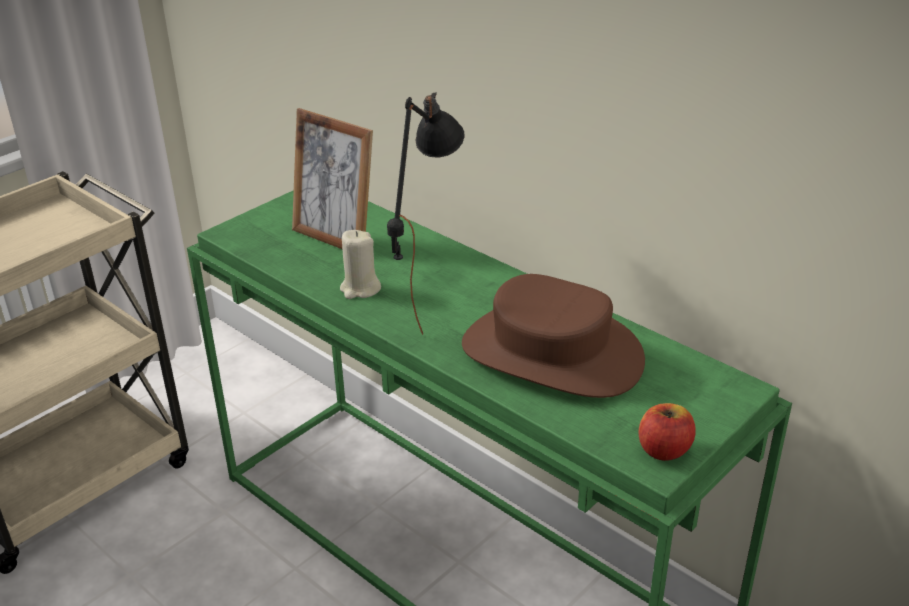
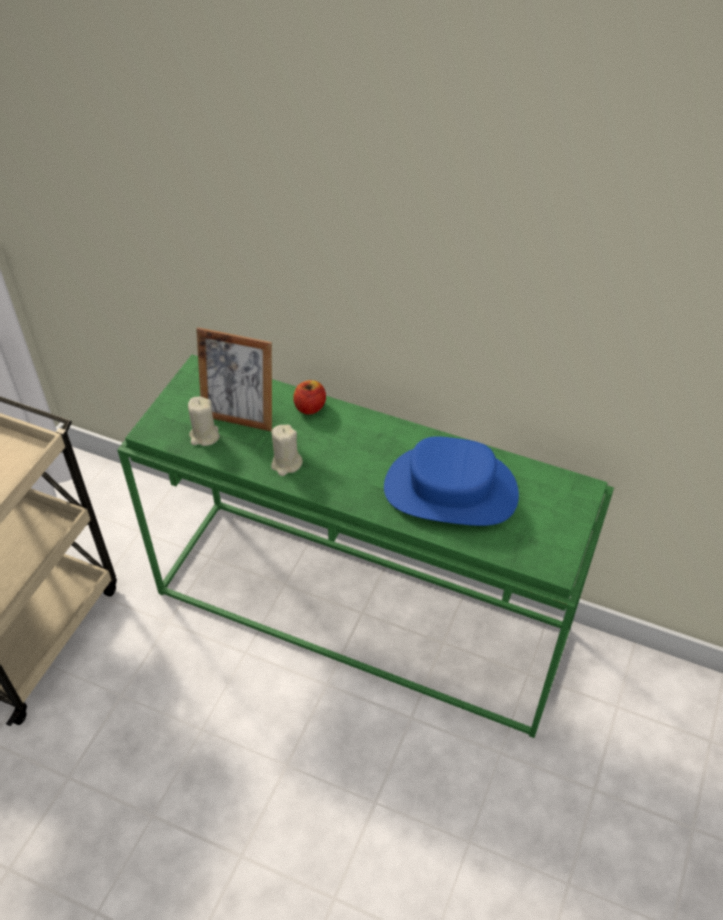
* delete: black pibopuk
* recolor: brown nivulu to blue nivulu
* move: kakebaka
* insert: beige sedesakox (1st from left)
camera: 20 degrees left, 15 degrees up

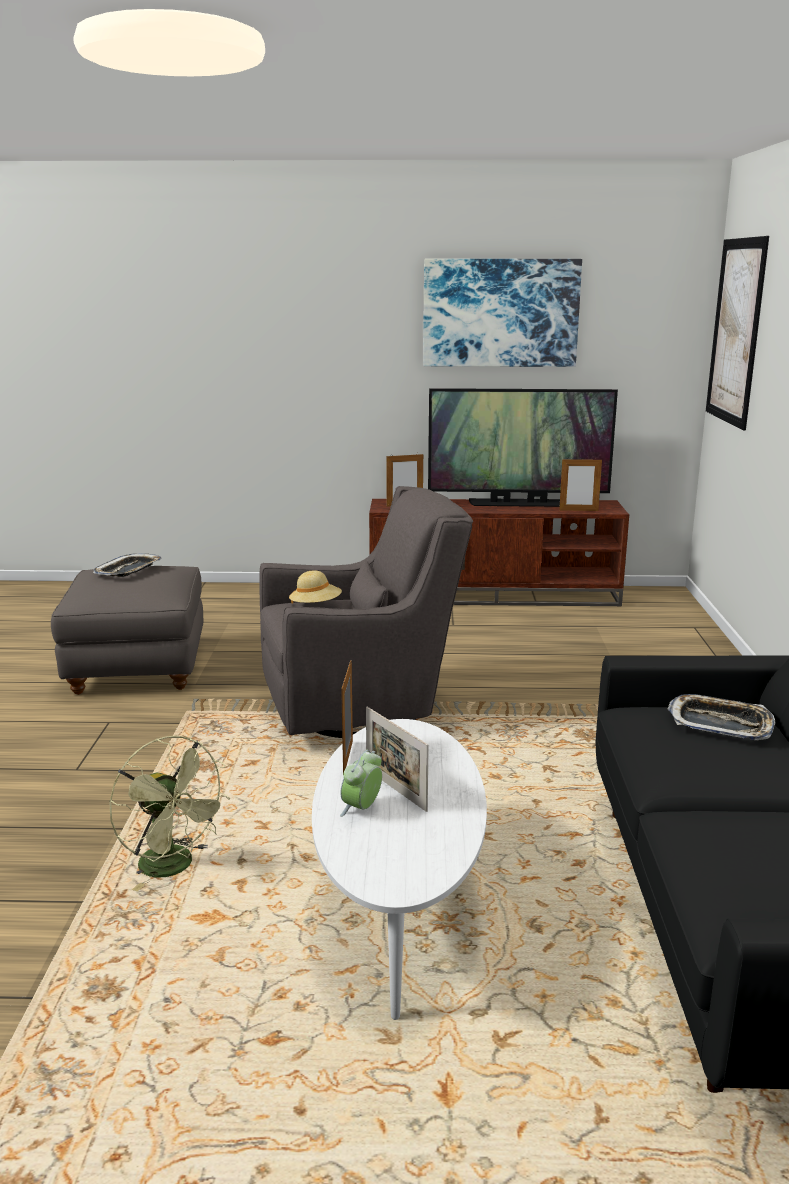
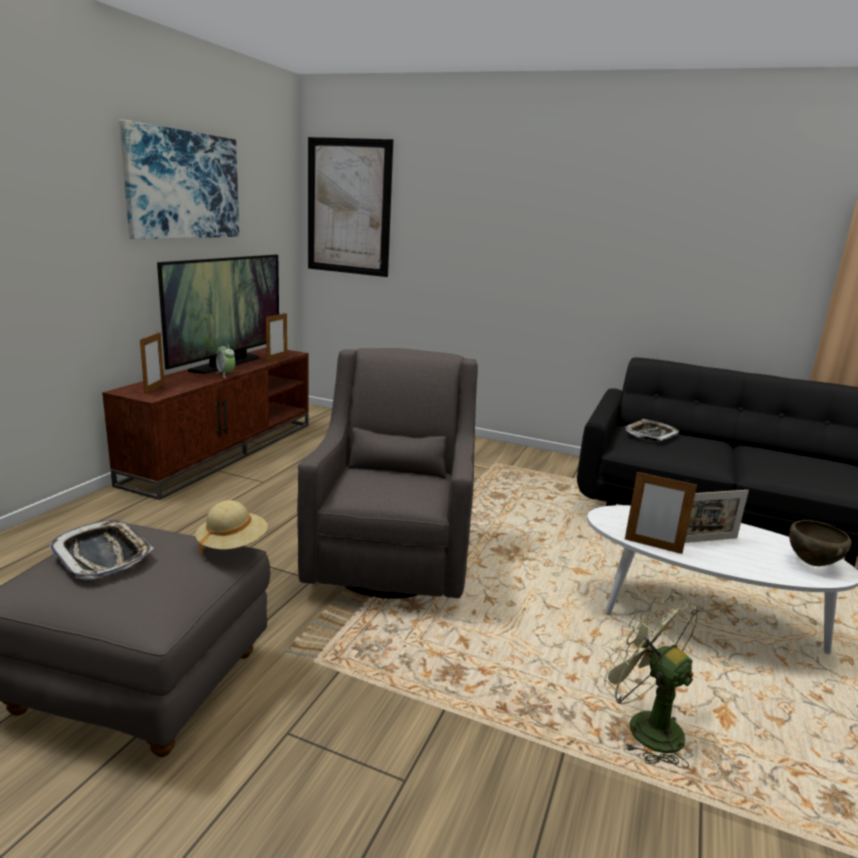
* rotate: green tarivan 105 degrees counterclockwise
* move: beige nivulu
* move: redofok
* insert: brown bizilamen
camera: 70 degrees left, 0 degrees up

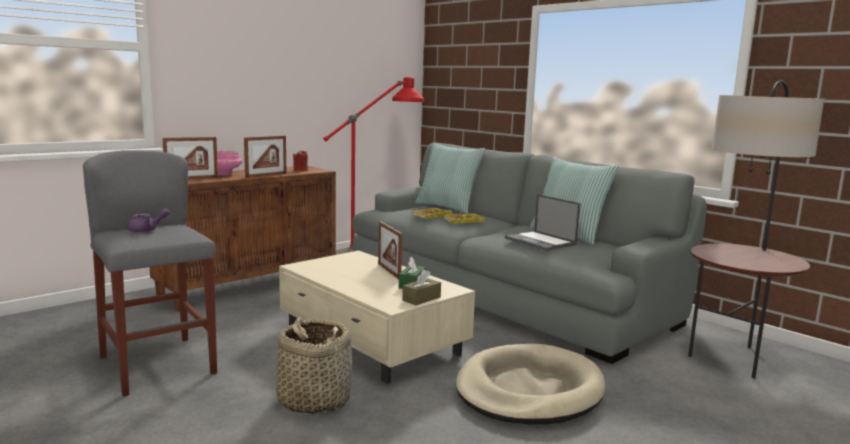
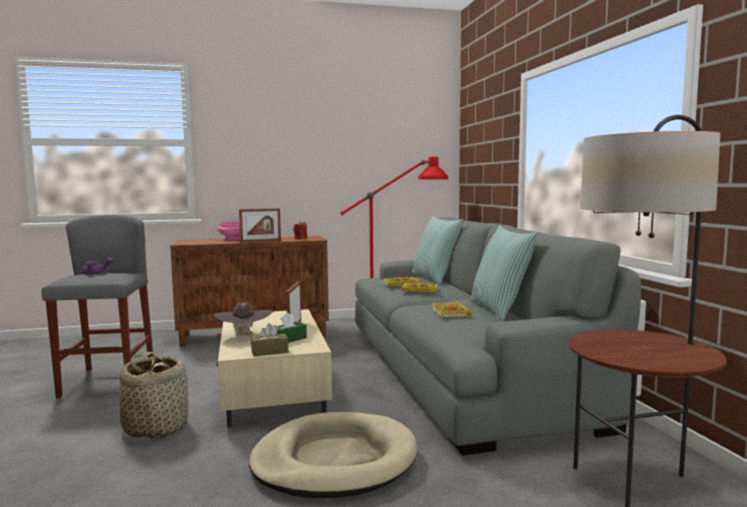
* delete: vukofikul (1st from left)
* replace: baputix to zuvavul (3rd from left)
* insert: brown nivulu
camera: 30 degrees right, 5 degrees down

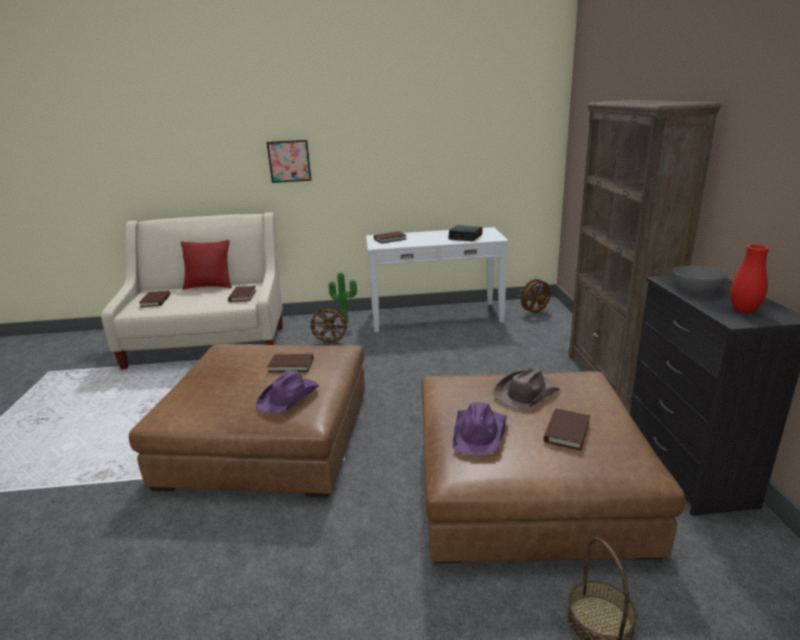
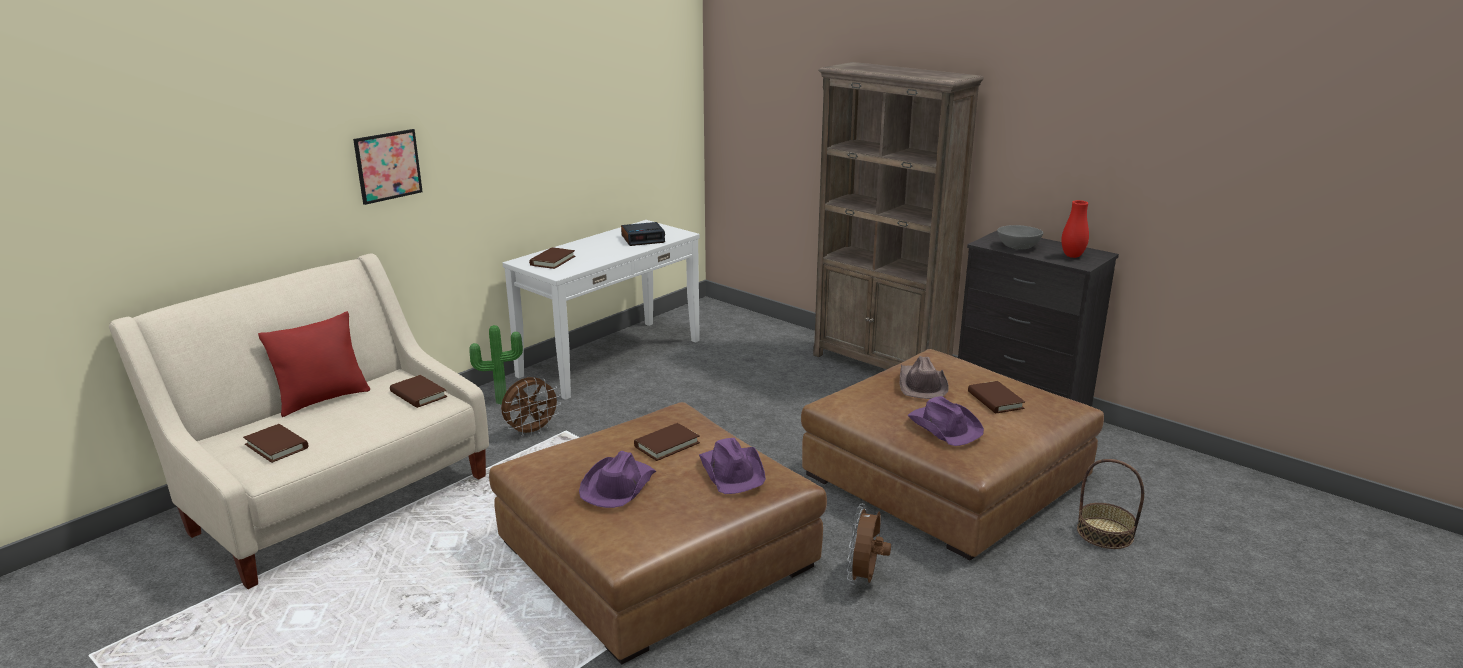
* move: brown tarivan (2nd from left)
* insert: purple nivulu (1st from left)
camera: 45 degrees left, 0 degrees up

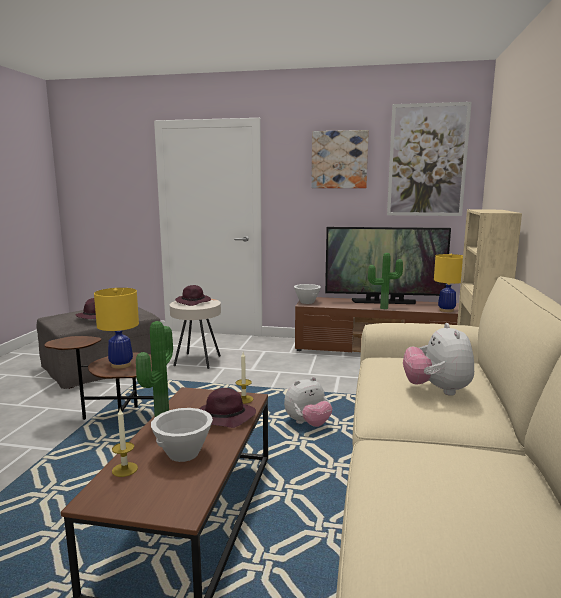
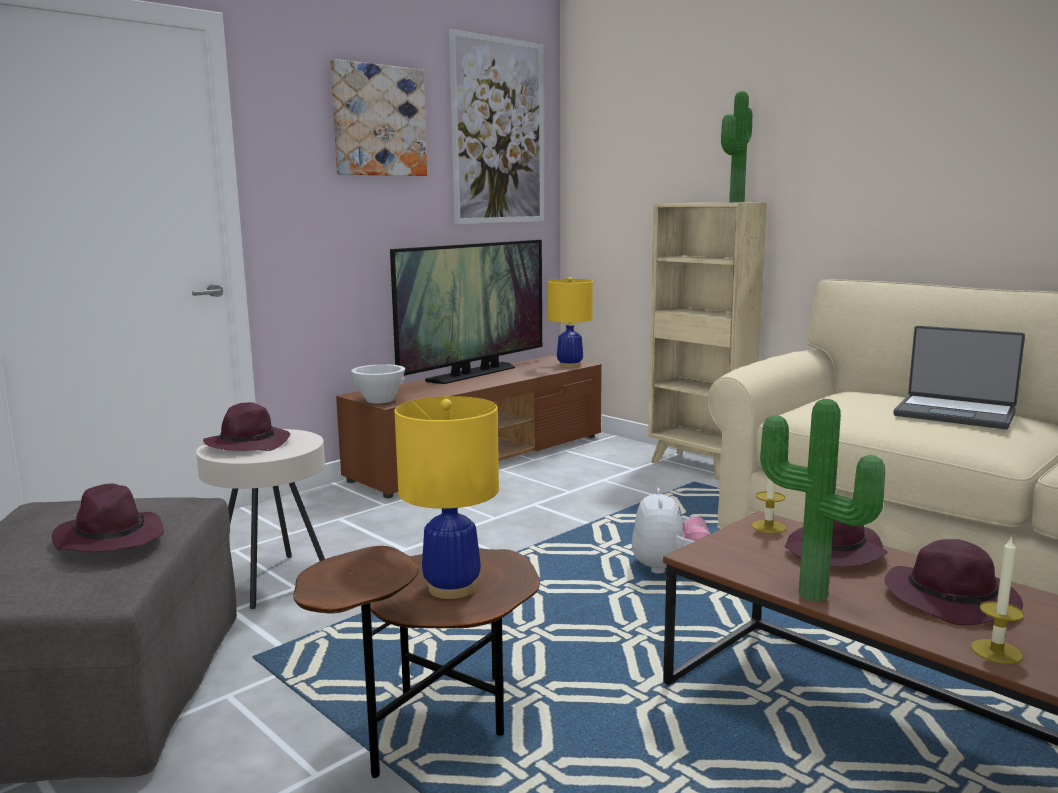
* replace: white bizilamen (1st from left) to purple nivulu (4th from left)
* move: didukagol (2nd from left in the first image) to didukagol (1st from left)
* replace: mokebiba (2nd from left) to baputix
camera: 55 degrees left, 0 degrees up

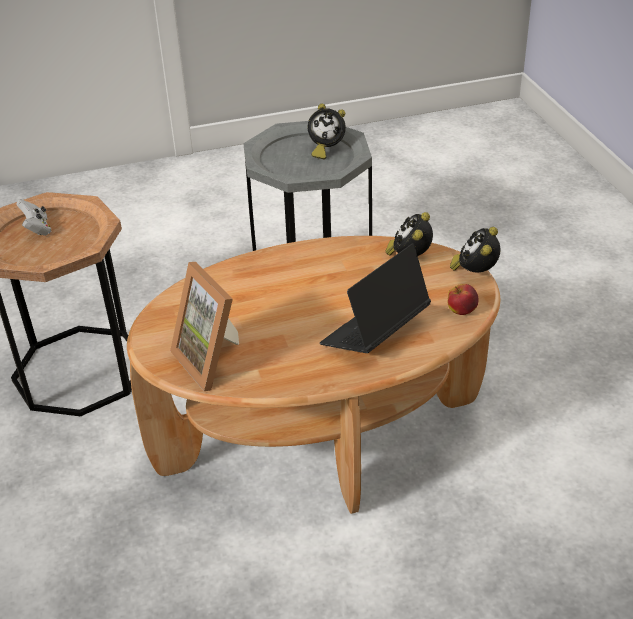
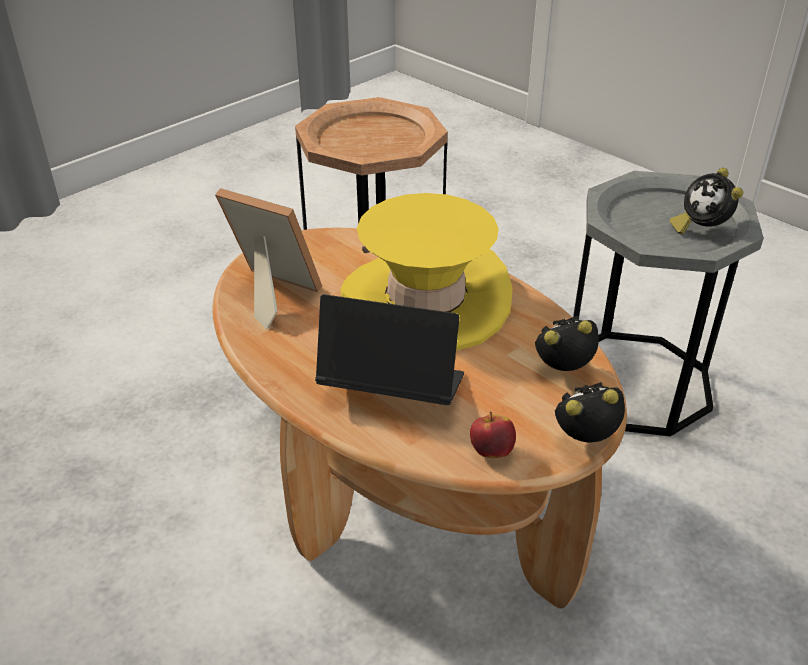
* delete: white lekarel
* rotate: vukofikul 90 degrees clockwise
* insert: yellow nivulu
camera: 60 degrees right, 0 degrees up

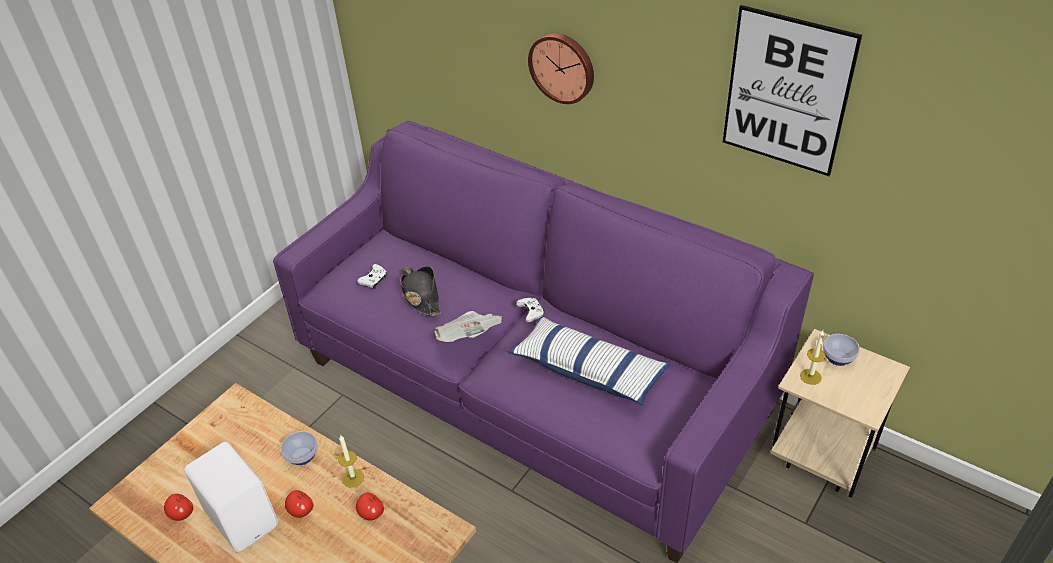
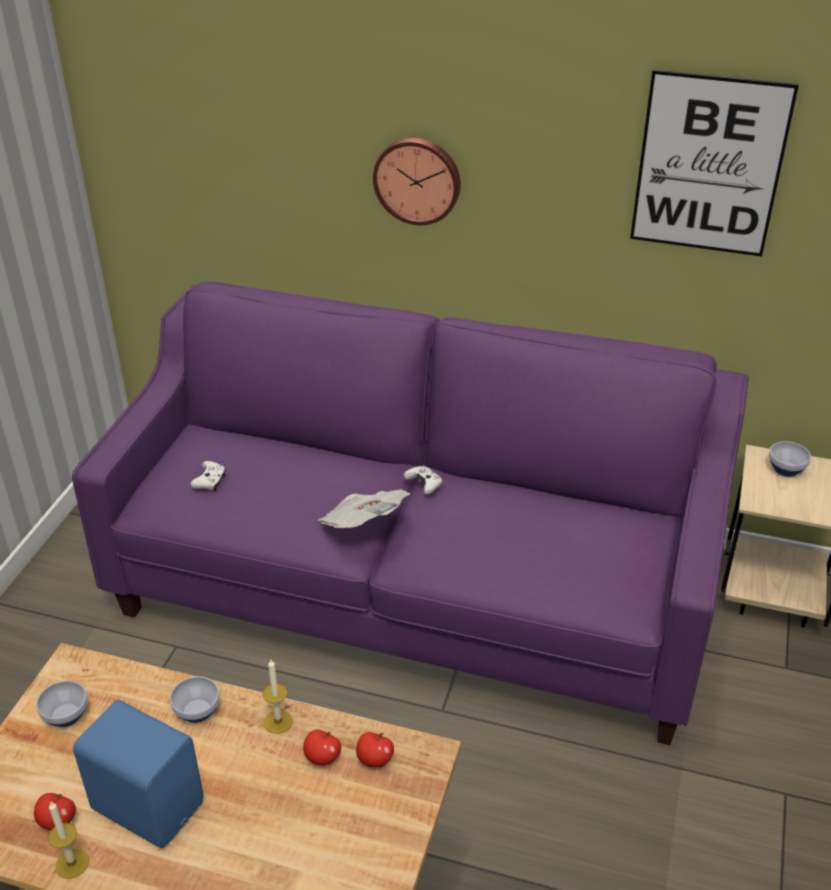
* recolor: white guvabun to blue guvabun
* move: kakebaka (2nd from left in the first image) to kakebaka (3rd from left)
* delete: black nivulu
* delete: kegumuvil
* move: sedesakox (2nd from left in the first image) to sedesakox (1st from left)
* insert: bizilamen (1st from left)
camera: 20 degrees left, 5 degrees down

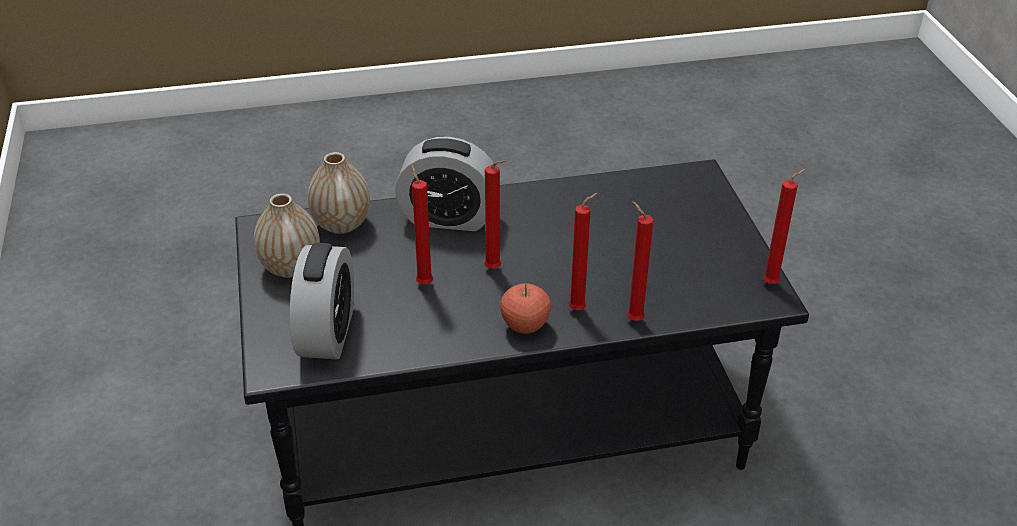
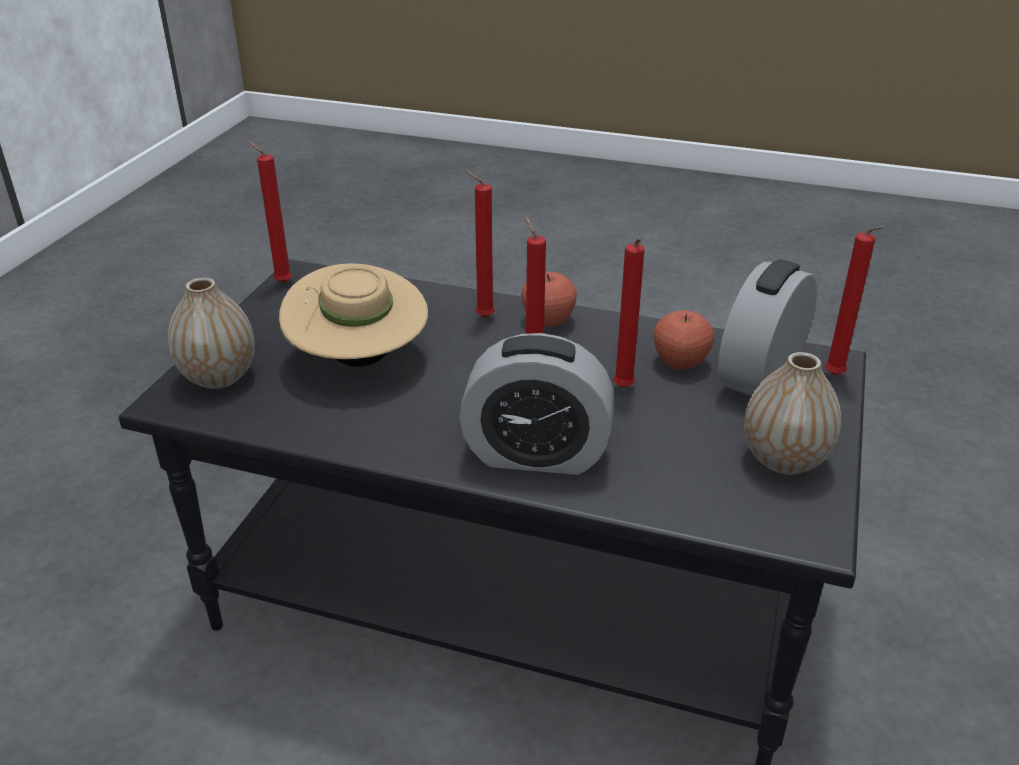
* move: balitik (2nd from left in the first image) to balitik (1st from left)
* rotate: redofok (2nd from left in the first image) 150 degrees clockwise
* move: red sedesakox (4th from left in the first image) to red sedesakox (5th from left)
* insert: beige nivulu
* insert: kakebaka (2nd from left)
camera: 150 degrees left, 5 degrees down

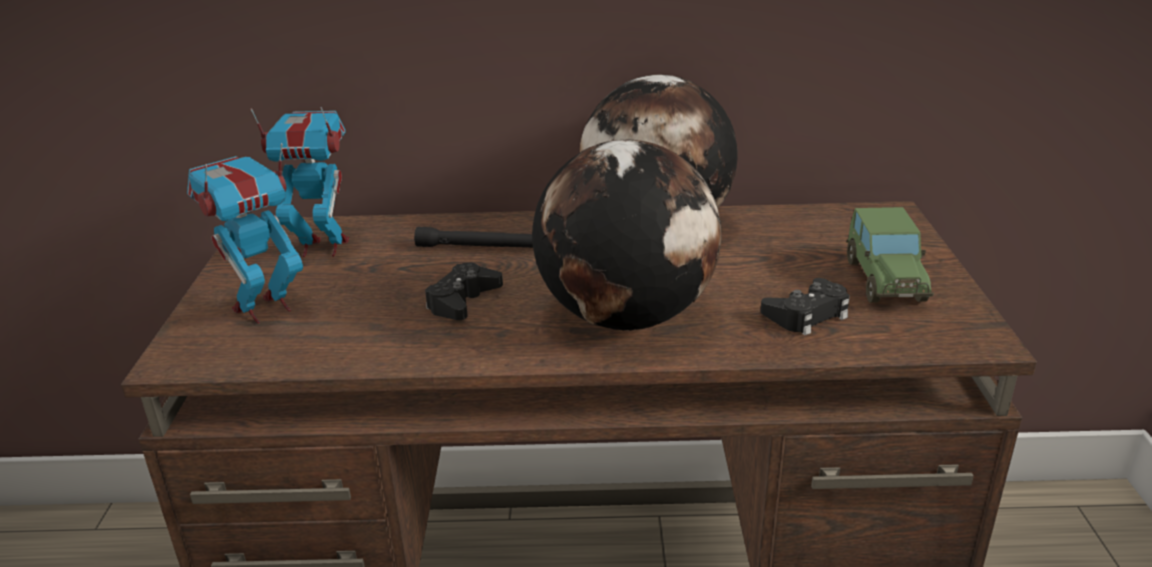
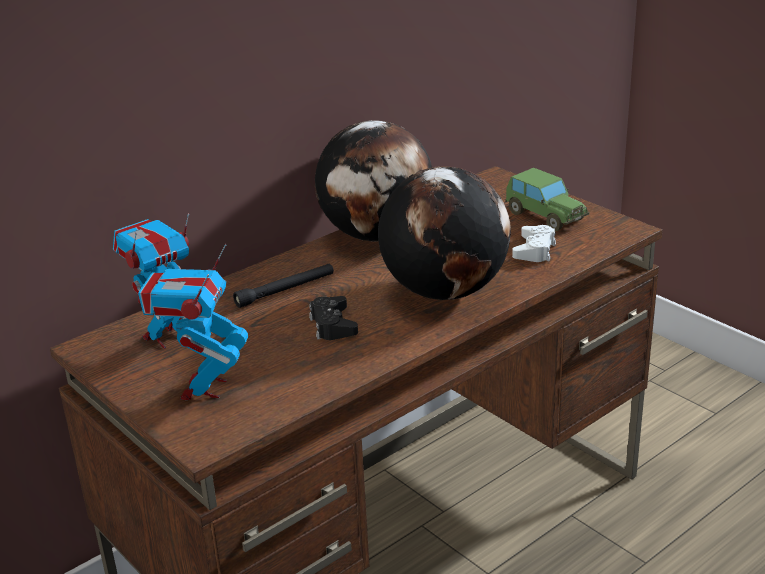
* recolor: black lekarel (2nd from left) to white lekarel
camera: 40 degrees left, 0 degrees up

